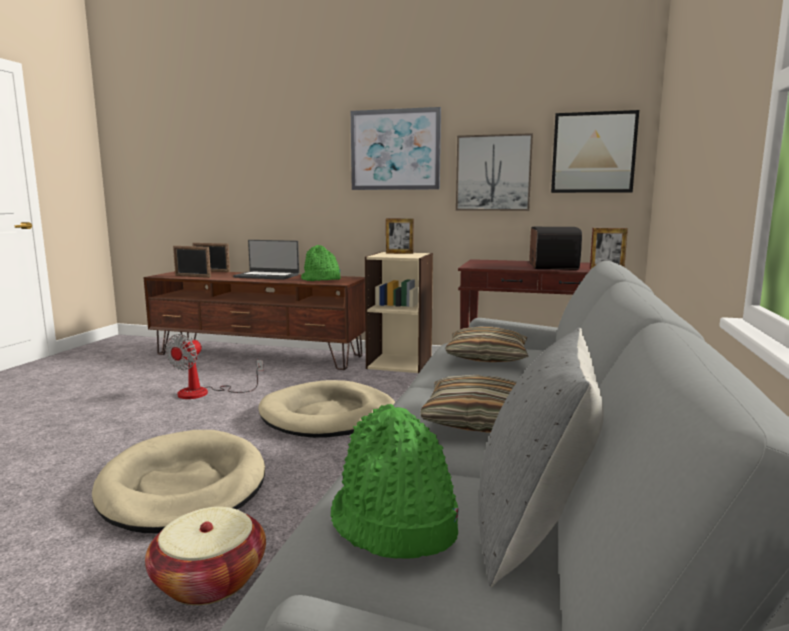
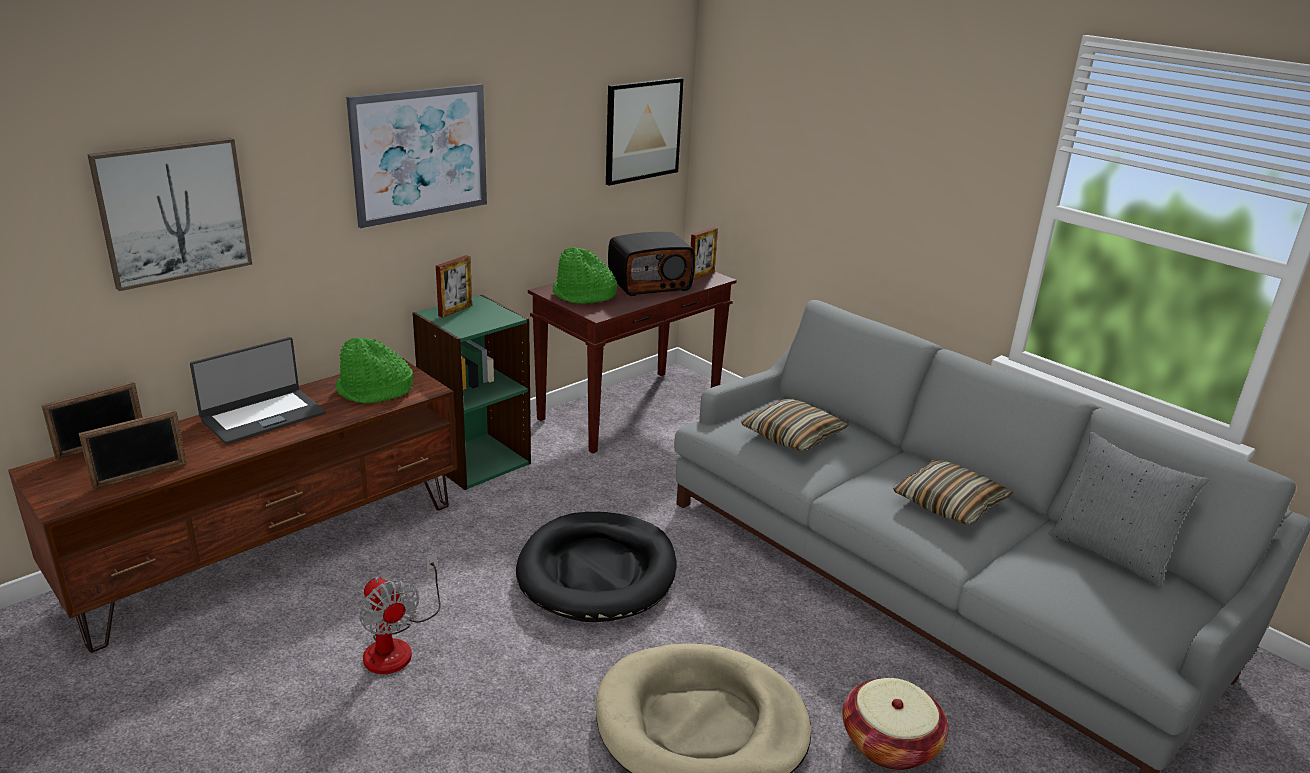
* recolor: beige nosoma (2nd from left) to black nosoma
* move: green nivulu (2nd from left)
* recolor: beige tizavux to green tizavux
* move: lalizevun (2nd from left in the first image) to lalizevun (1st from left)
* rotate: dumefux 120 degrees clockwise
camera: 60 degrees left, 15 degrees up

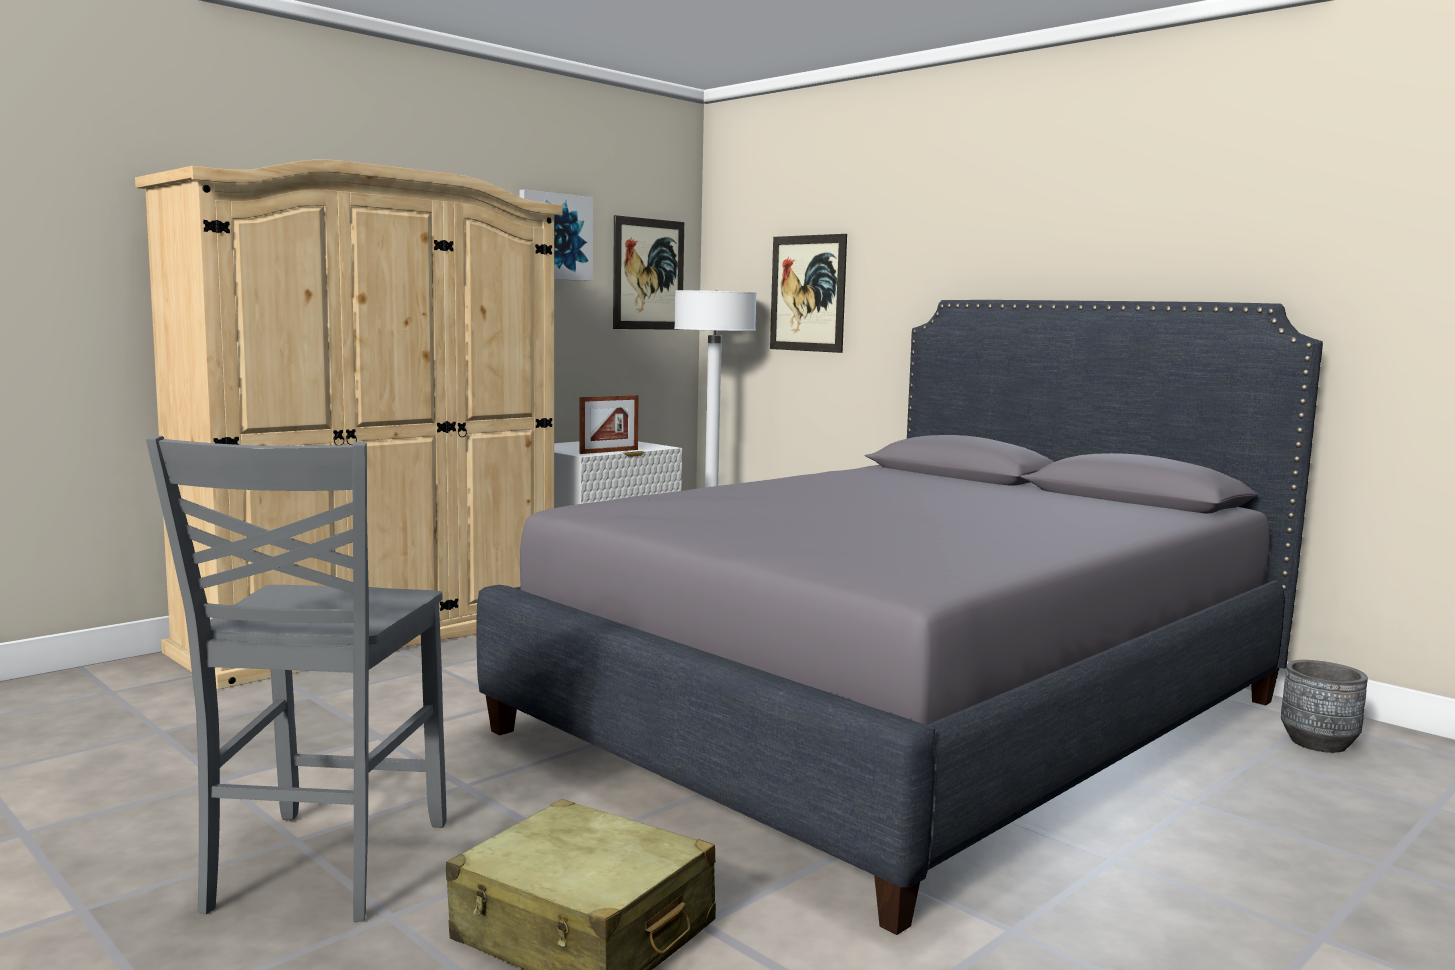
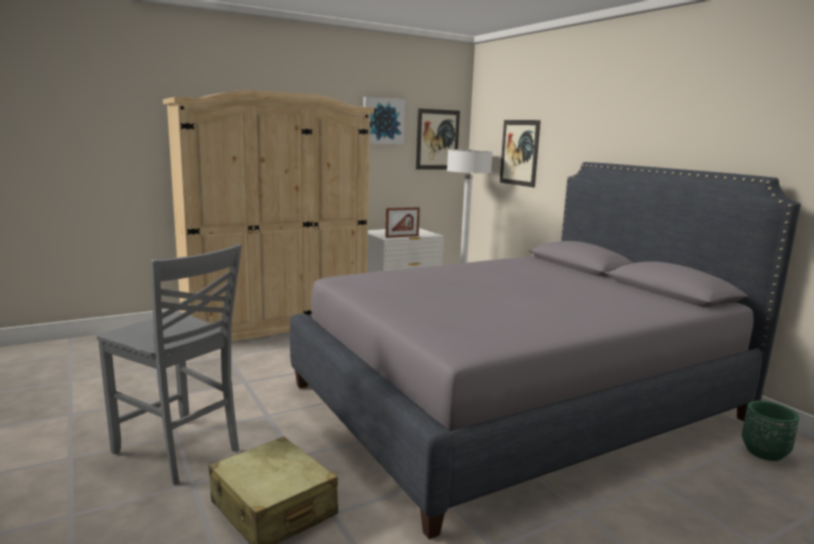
* rotate: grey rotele 75 degrees counterclockwise
* recolor: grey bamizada to green bamizada
camera: 15 degrees right, 5 degrees up

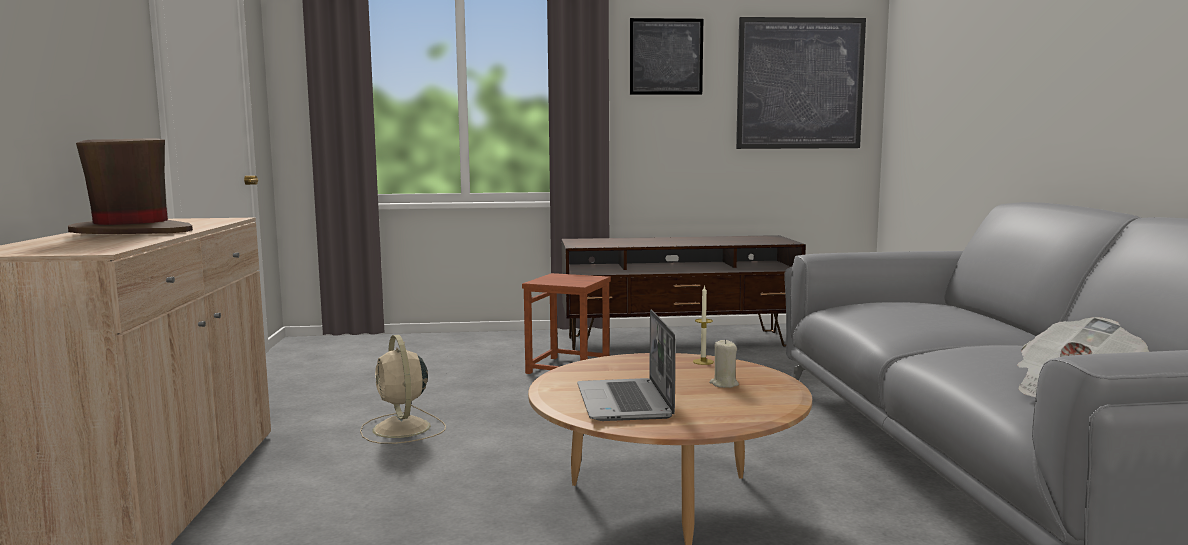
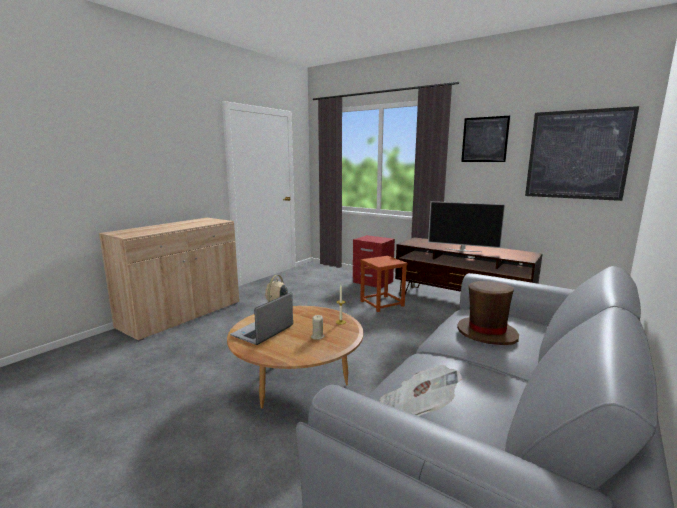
* move: brown nivulu
* insert: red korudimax
* insert: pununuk
camera: 40 degrees right, 5 degrees up

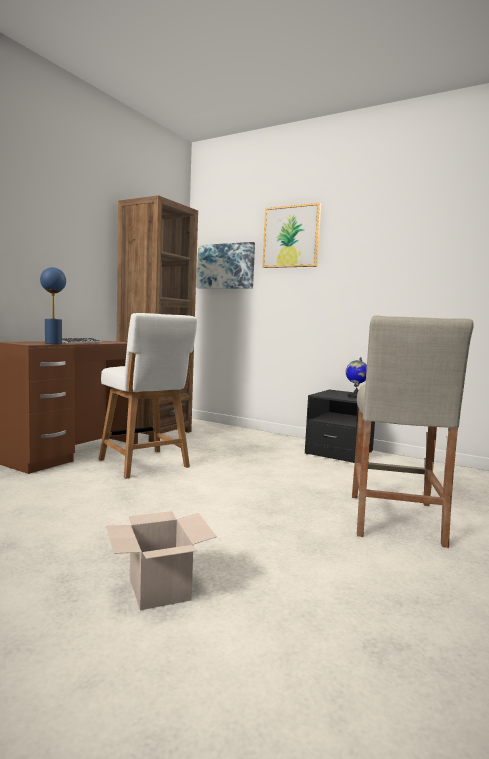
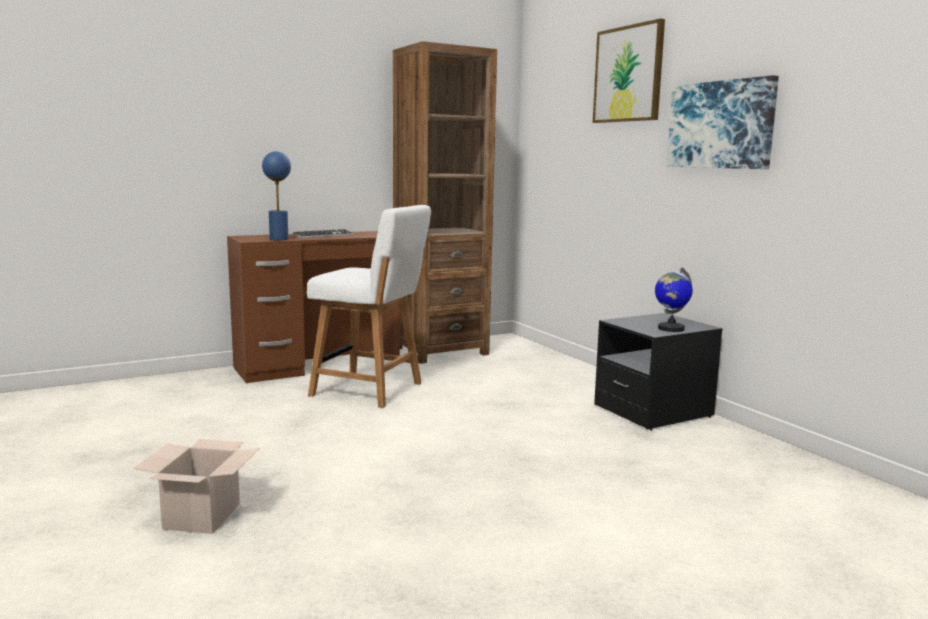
* rotate: white rotele 60 degrees counterclockwise
* move: lalizevun (1st from left in the first image) to lalizevun (2nd from left)
* delete: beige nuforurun
camera: 30 degrees right, 5 degrees up

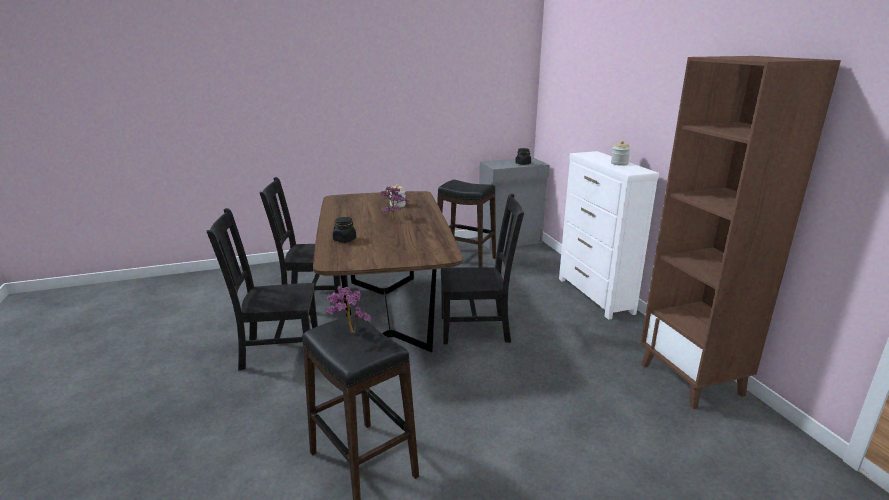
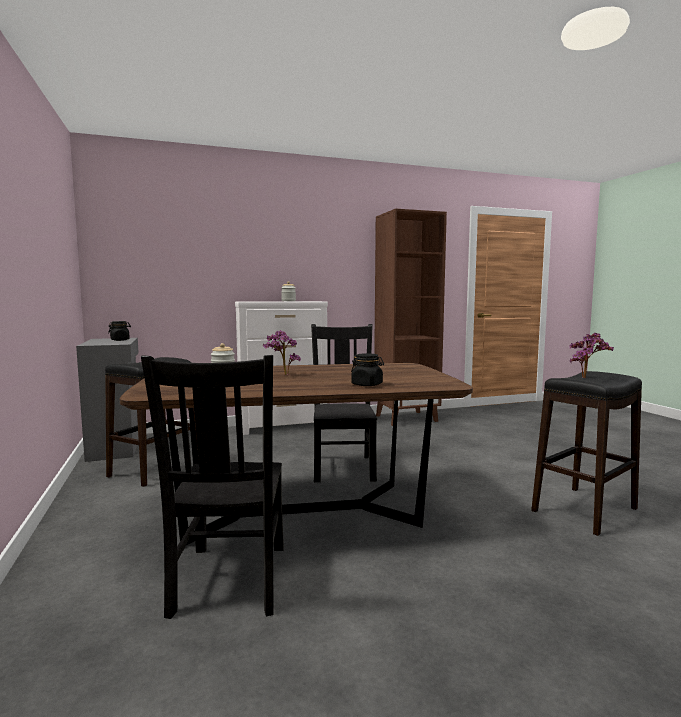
* delete: black rotele (1st from left)
camera: 90 degrees left, 15 degrees down

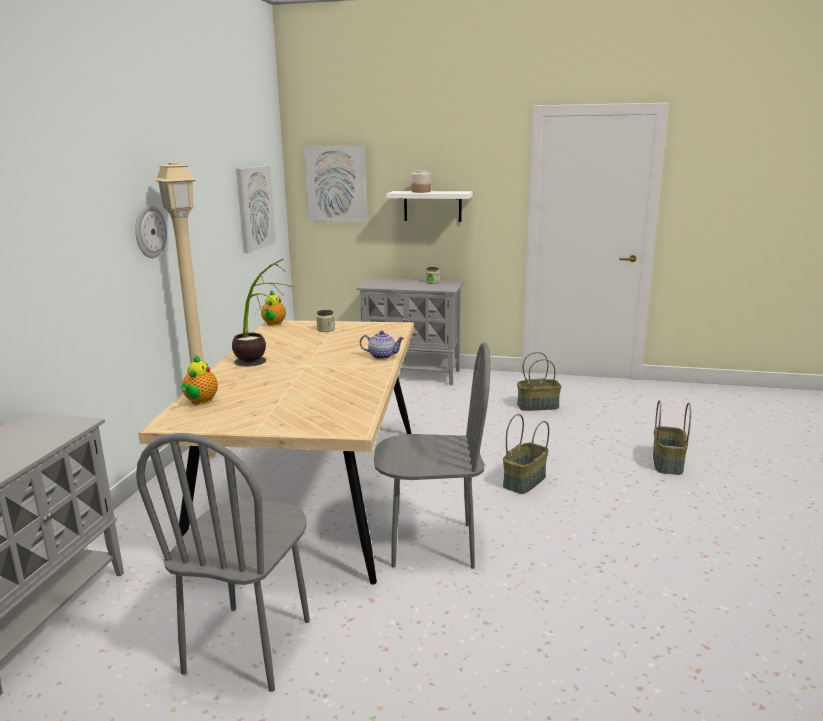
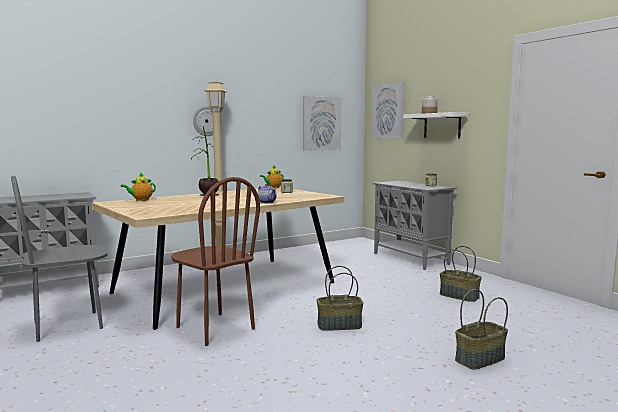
* recolor: grey rotele (2nd from left) to brown rotele
camera: 45 degrees right, 10 degrees down

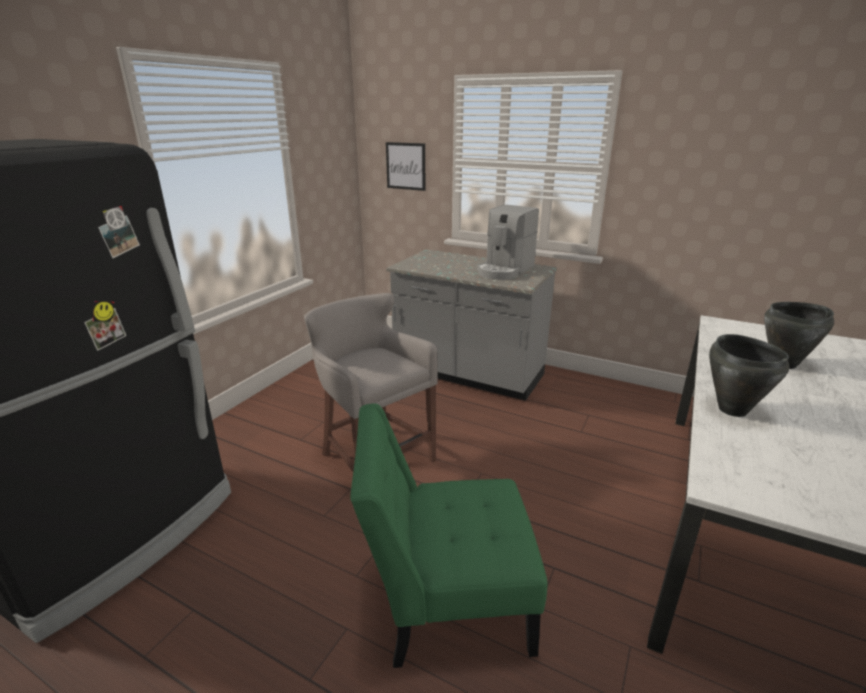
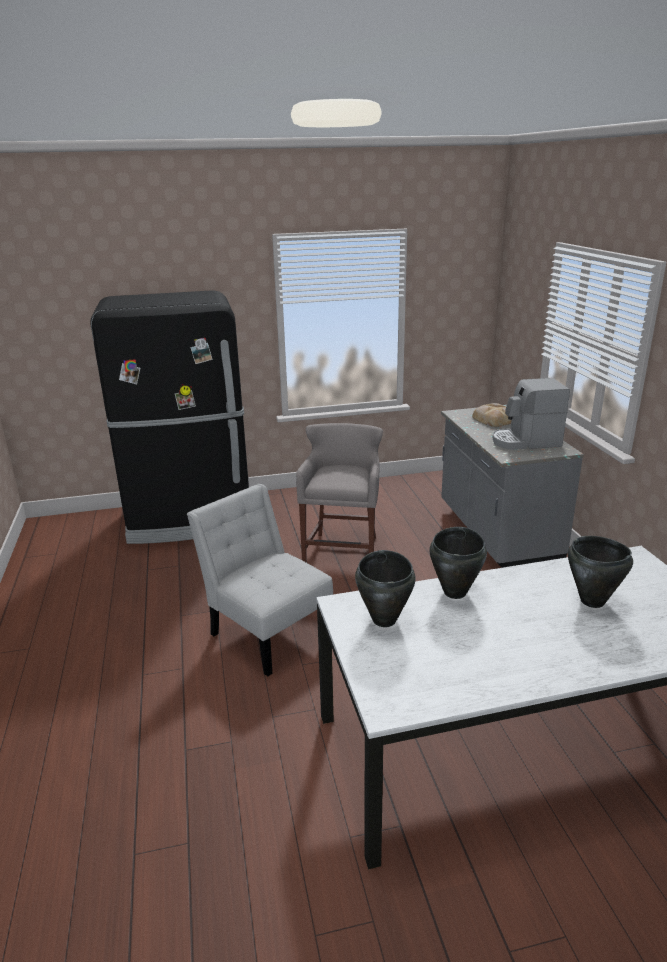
* recolor: green rotele to white rotele
* delete: lalizevun
* insert: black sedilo (1st from left)
* insert: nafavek
camera: 50 degrees right, 0 degrees up

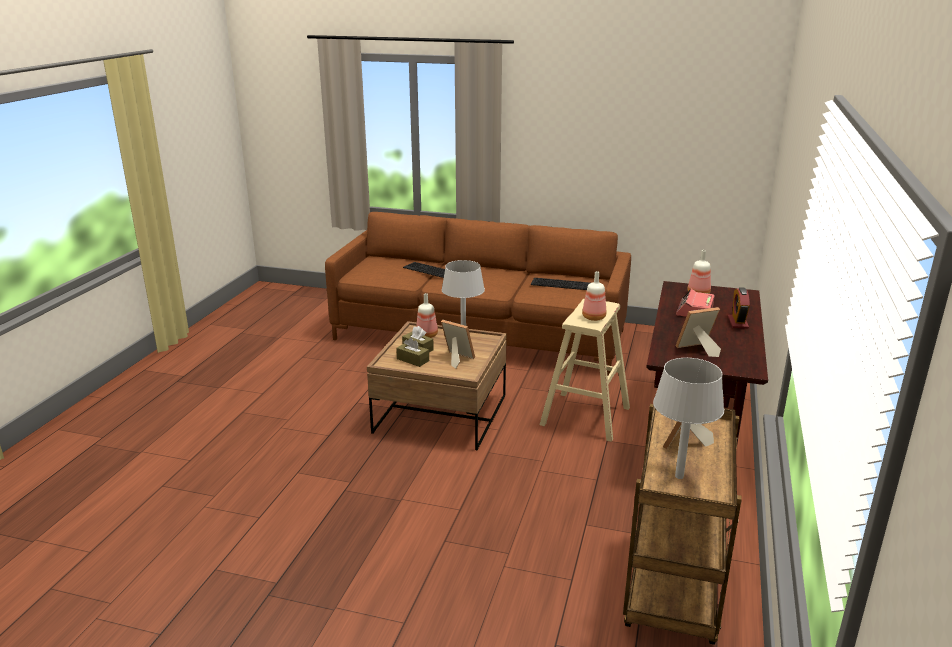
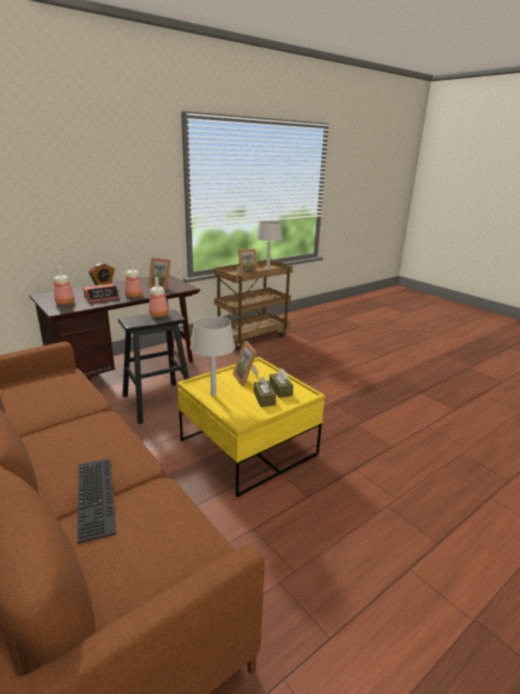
* recolor: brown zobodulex to yellow zobodulex
* move: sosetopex (1st from left in the first image) to sosetopex (2nd from left)
* delete: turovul (2nd from left)
* recolor: beige nuforurun to black nuforurun
camera: 145 degrees left, 0 degrees up

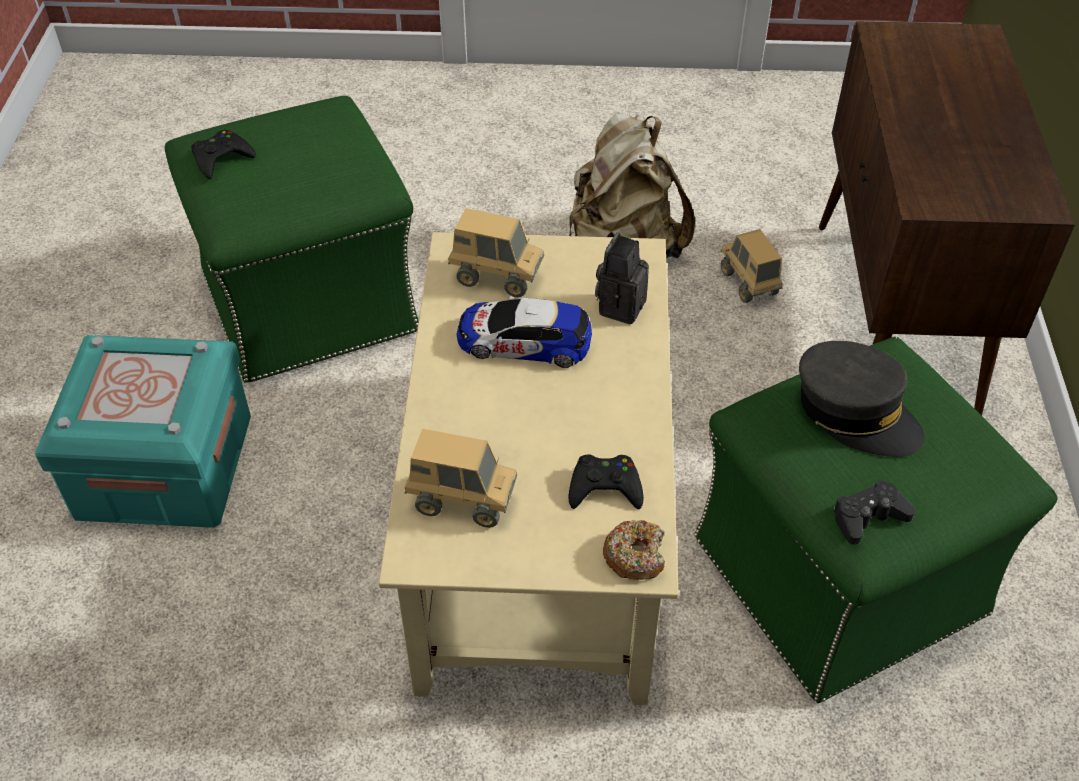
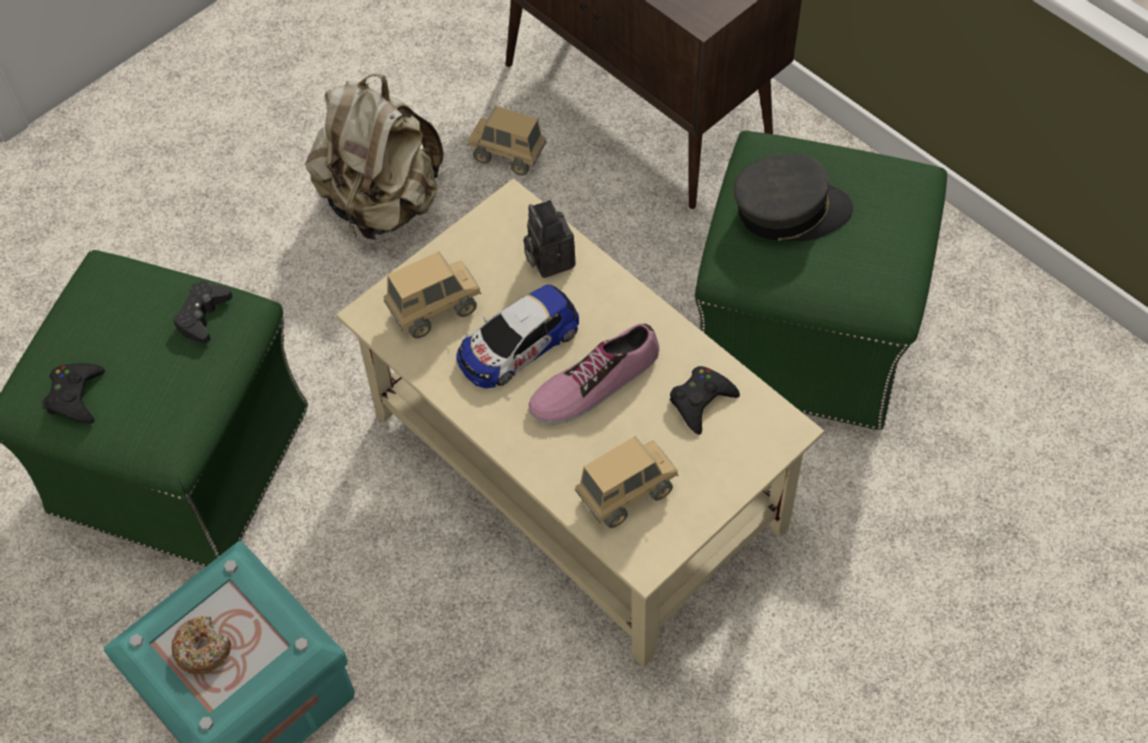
* move: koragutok
* move: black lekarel (3rd from left in the first image) to black lekarel (2nd from left)
* insert: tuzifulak
camera: 45 degrees left, 10 degrees up

